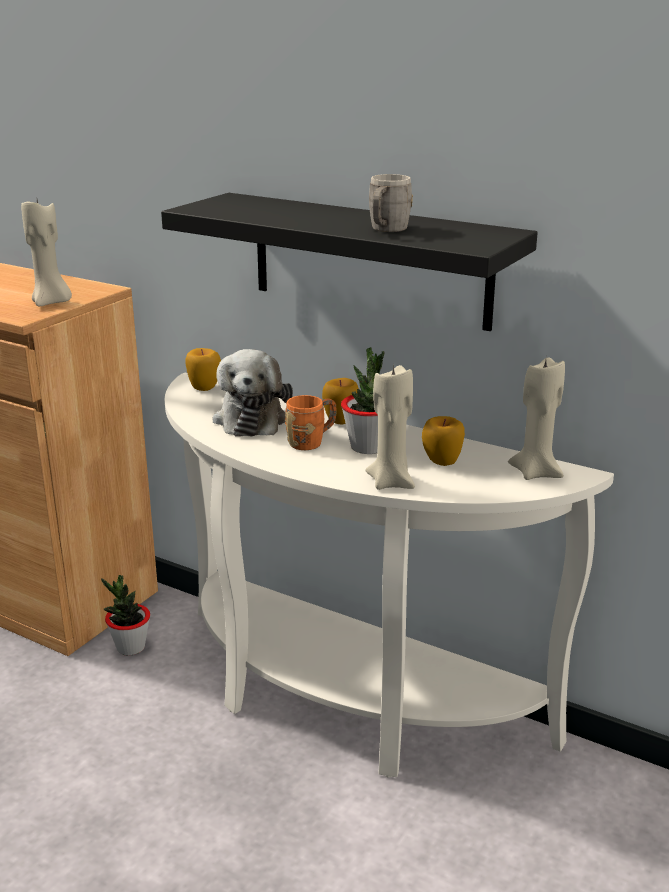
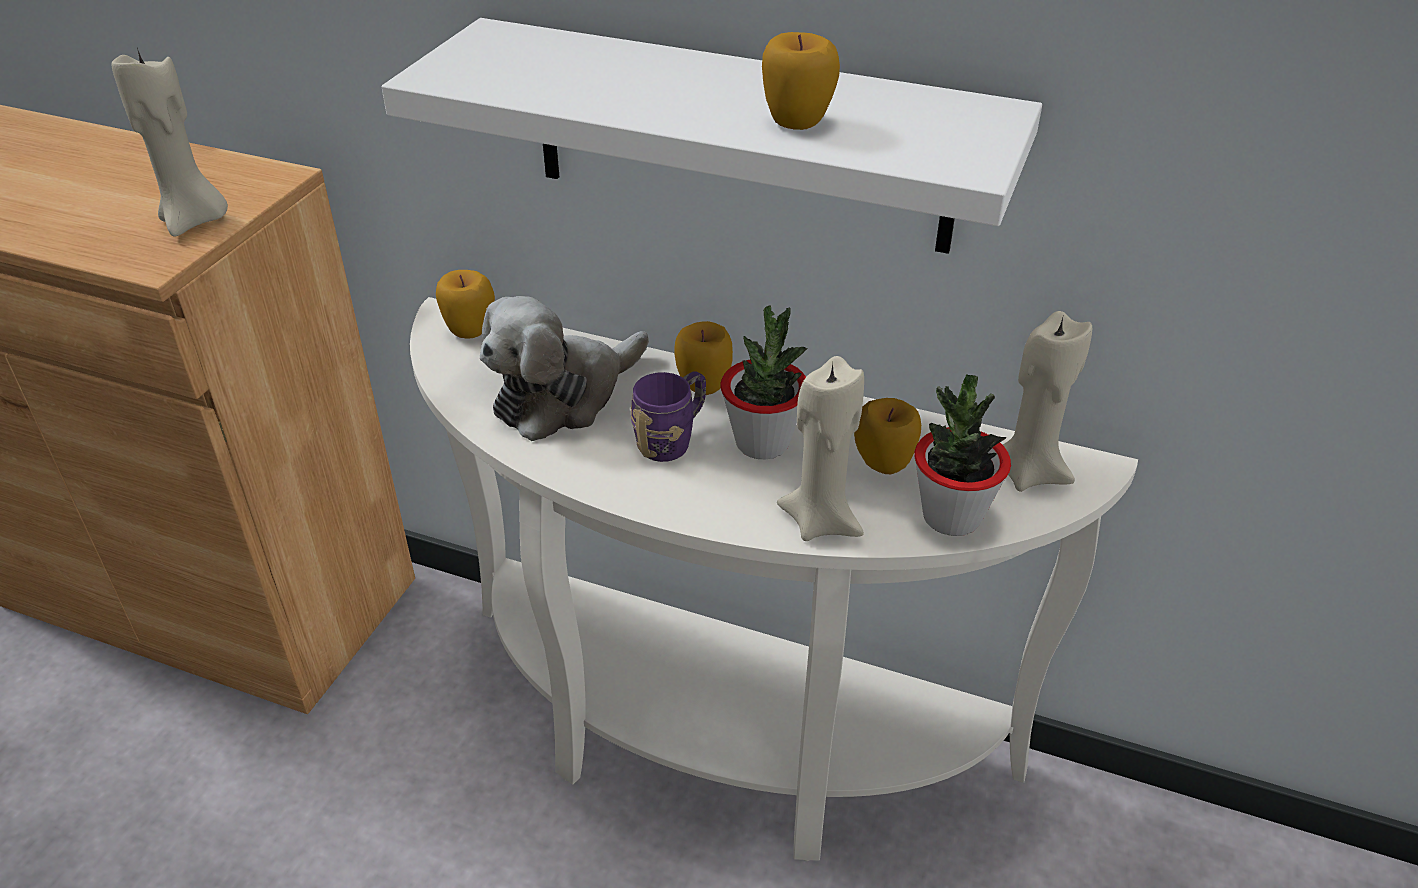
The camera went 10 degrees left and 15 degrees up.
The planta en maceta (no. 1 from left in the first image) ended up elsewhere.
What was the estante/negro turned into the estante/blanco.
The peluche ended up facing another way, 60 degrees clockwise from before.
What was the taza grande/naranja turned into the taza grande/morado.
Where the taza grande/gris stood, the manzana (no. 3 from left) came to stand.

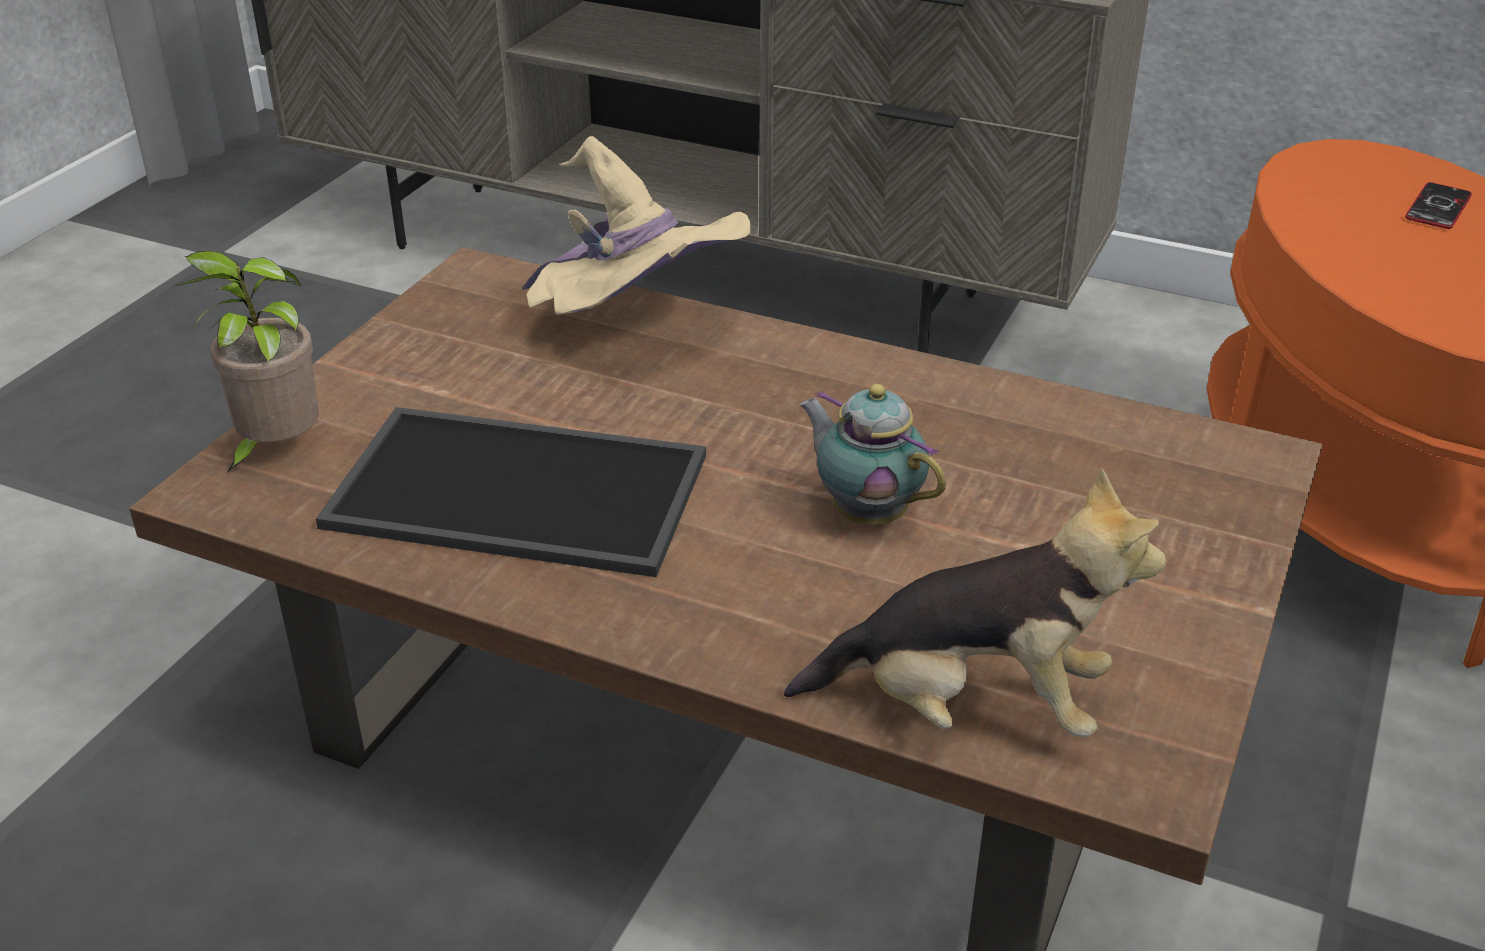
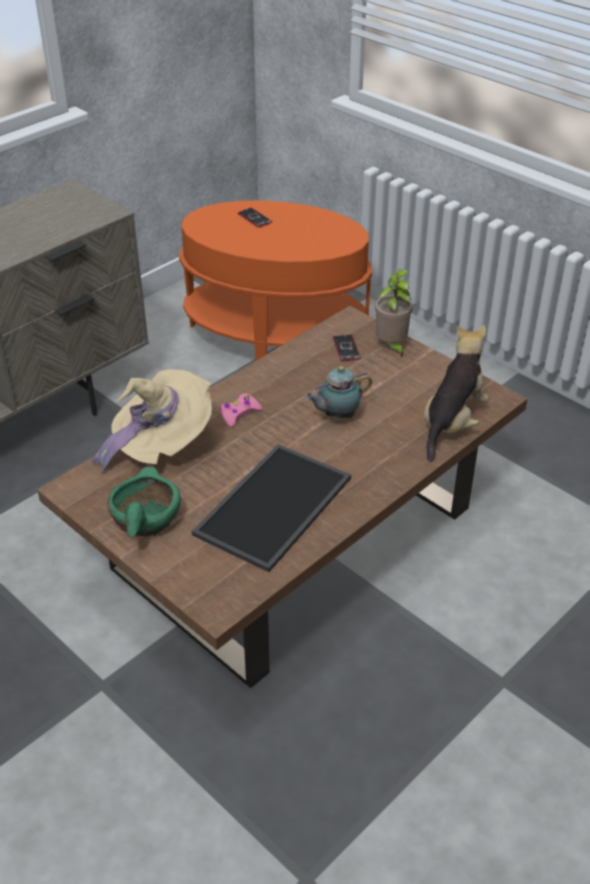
The camera went 70 degrees left and 5 degrees up.
The planta en maceta ended up elsewhere.
The second view gained the cuenco/verde.
The second view gained the mando de consola/rosa.
The second view gained the móvil (no. 2 from left).

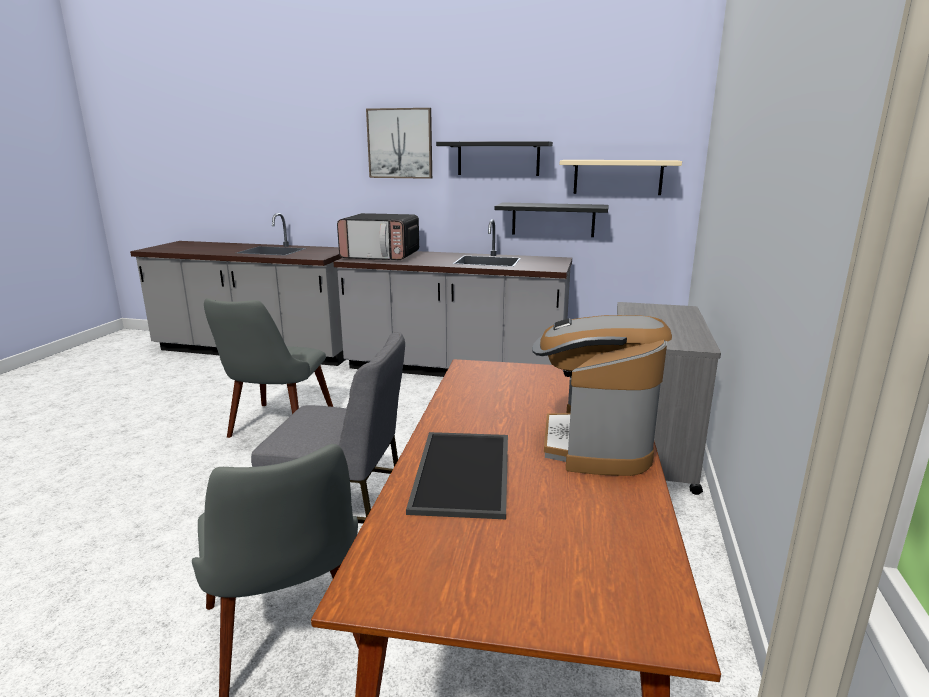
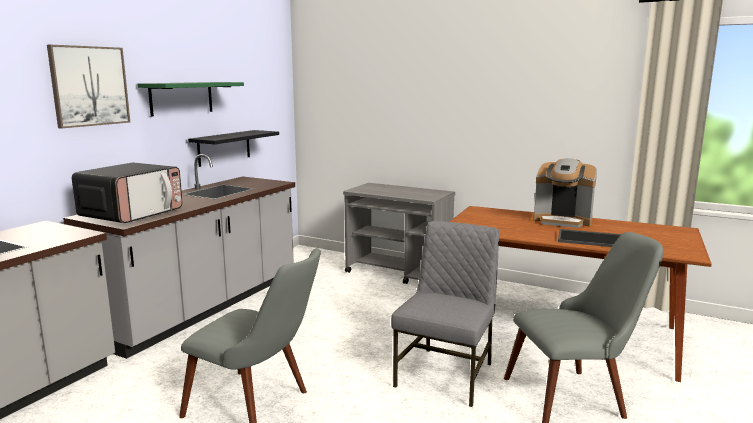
The camera went 75 degrees left and 5 degrees down.
What was the estante/negro (no. 1 from left) turned into the estante/verde.
The second view lost the estante/beis.

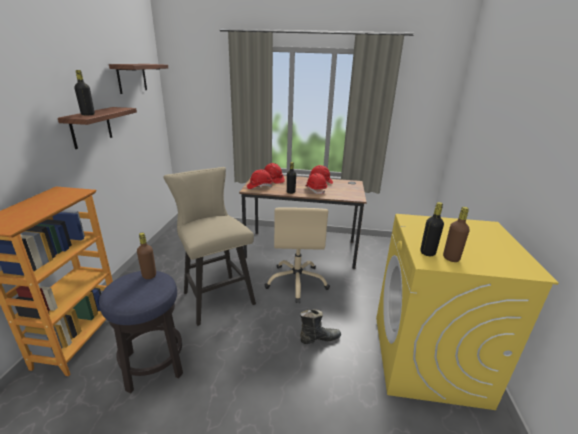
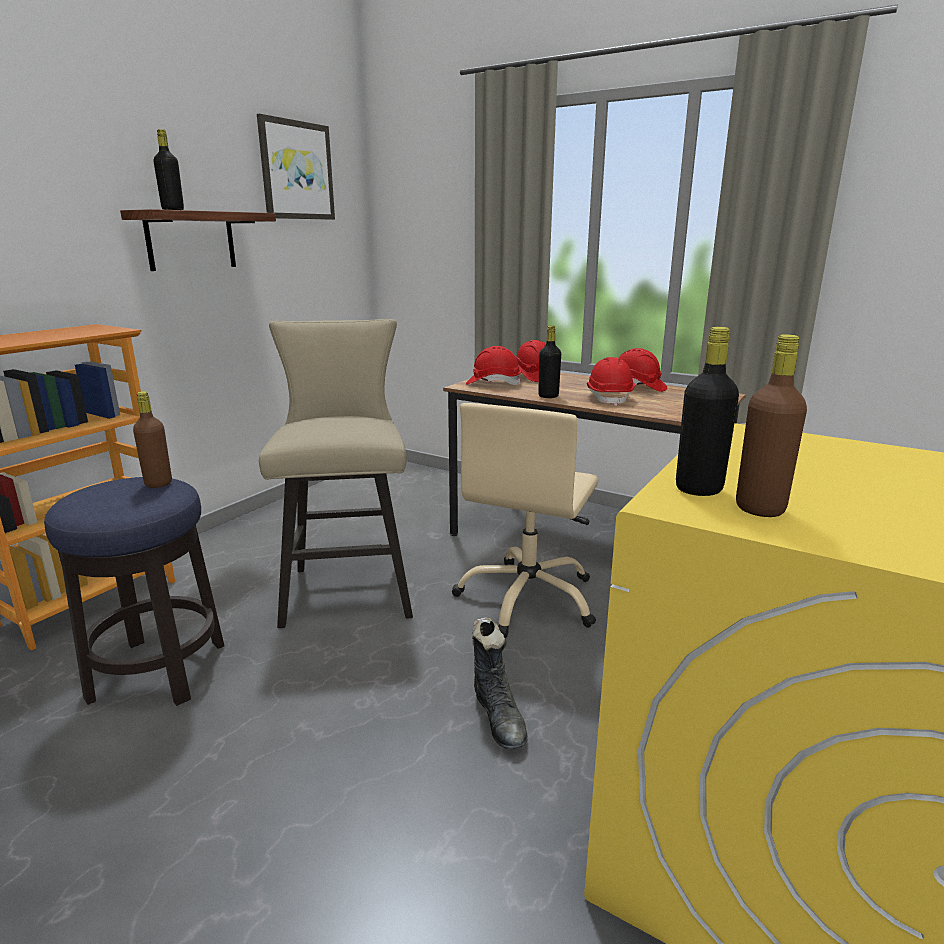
The camera went 25 degrees right and 5 degrees down.
Where the estante (no. 2 from left) hung, the cuadro came to hang.
The bota/negro ended up facing another way, 60 degrees clockwise from before.

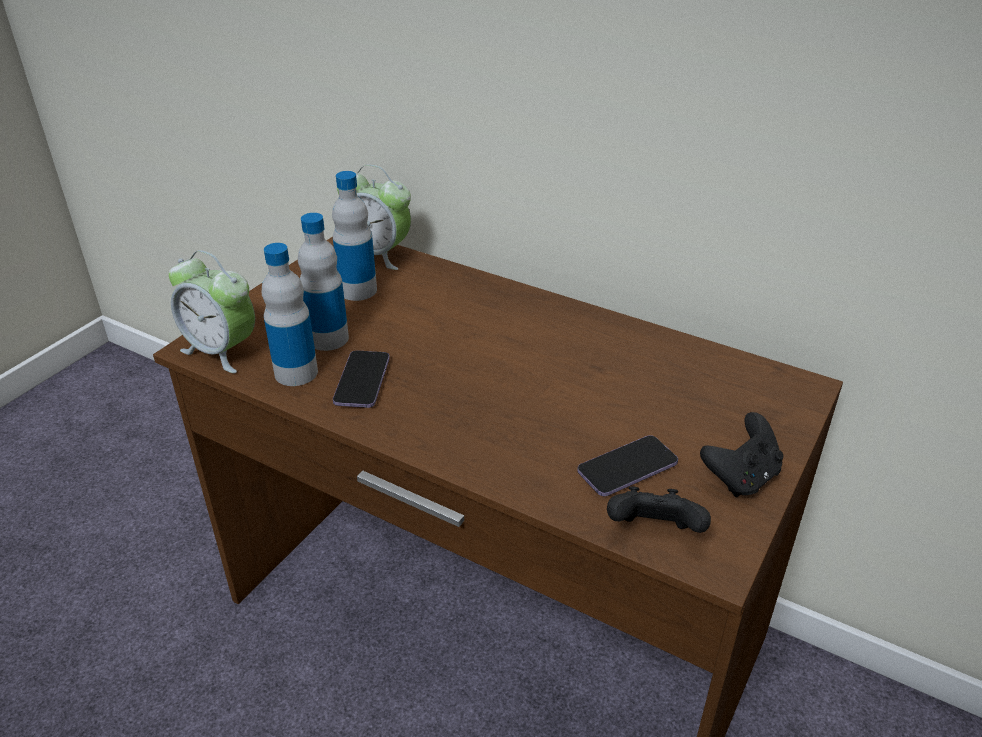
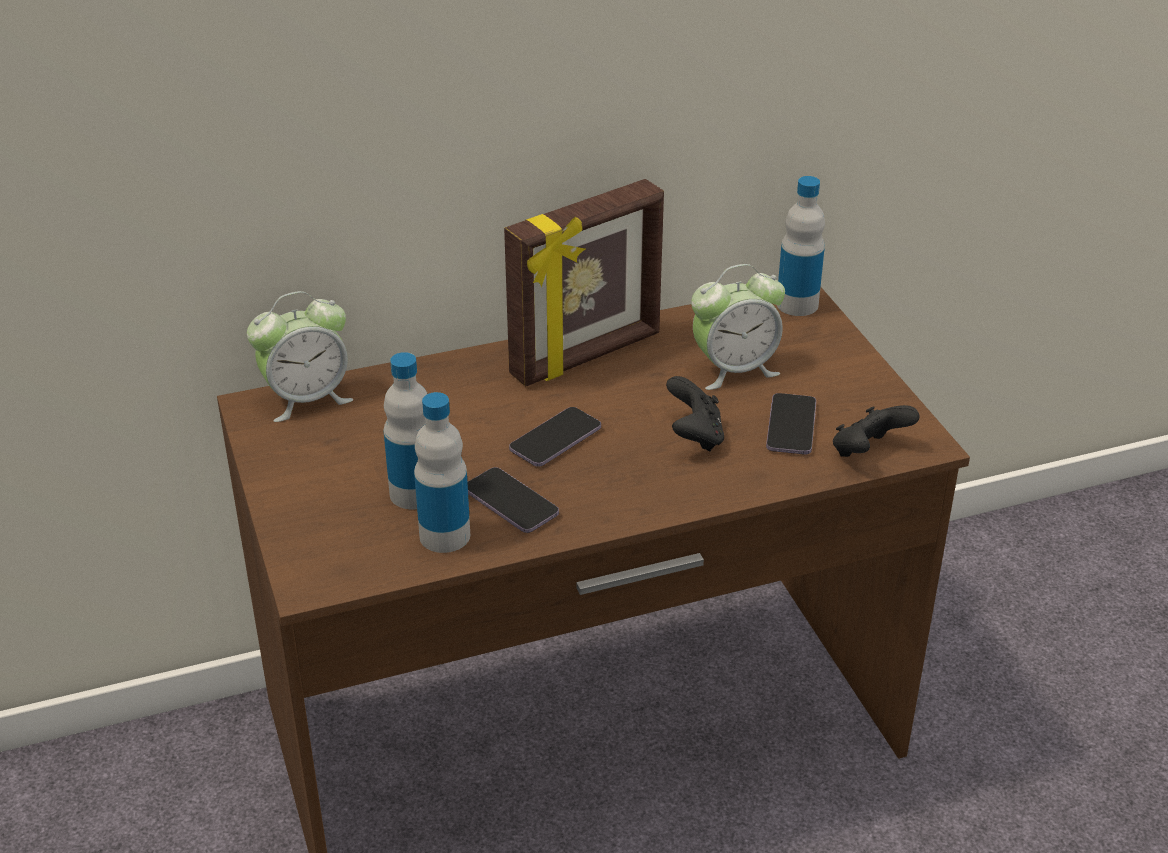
The camera went 50 degrees left and 0 degrees up.
The despertador (no. 1 from left in the first image) ended up elsewhere.
The botella (no. 3 from left) ended up elsewhere.
The mando de consola/negro (no. 2 from left in the first image) ended up elsewhere.
The second view gained the portarretratos.
The second view gained the móvil (no. 2 from left).

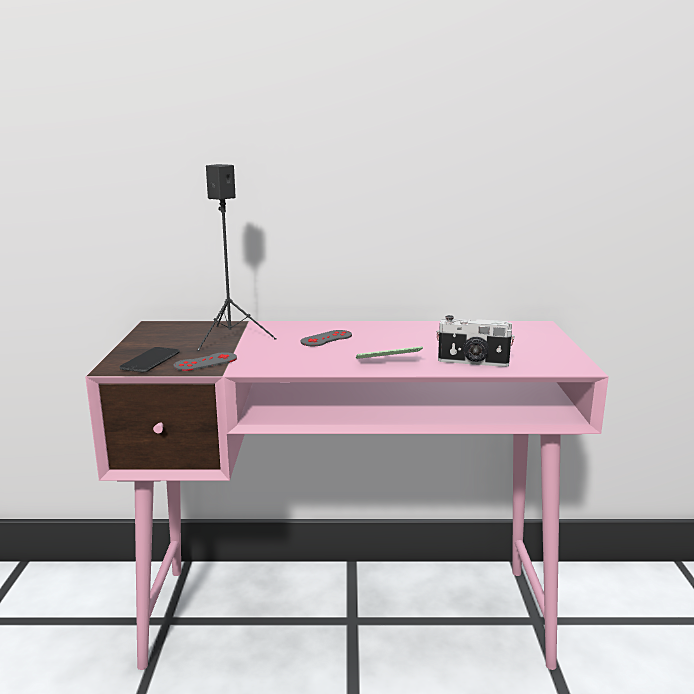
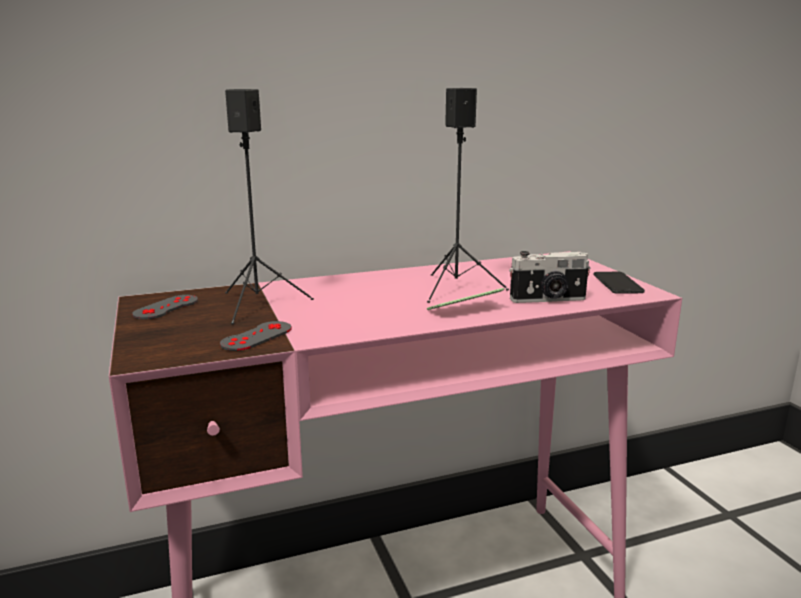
The camera went 20 degrees left and 0 degrees up.
The móvil (no. 1 from left in the first image) ended up elsewhere.
The mando de consola/gris (no. 2 from left in the first image) ended up elsewhere.
The second view gained the altavoz/negro (no. 2 from left).

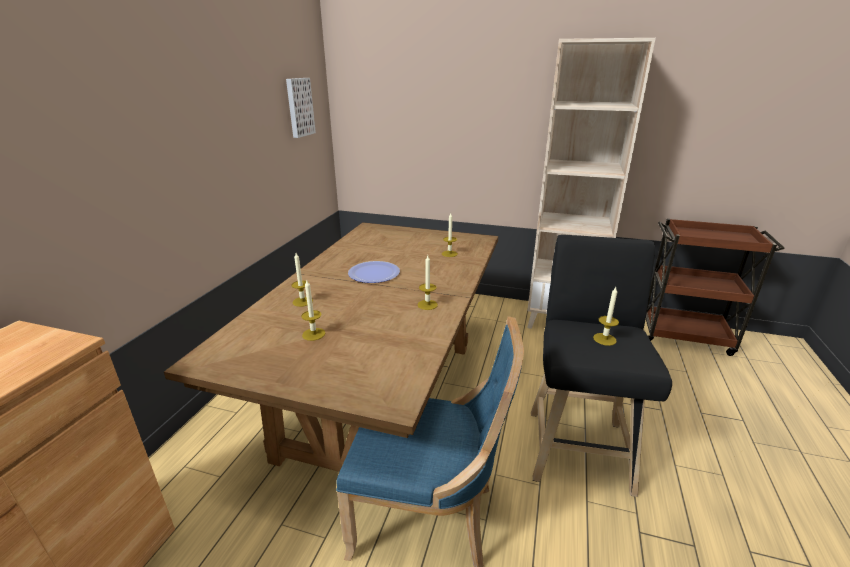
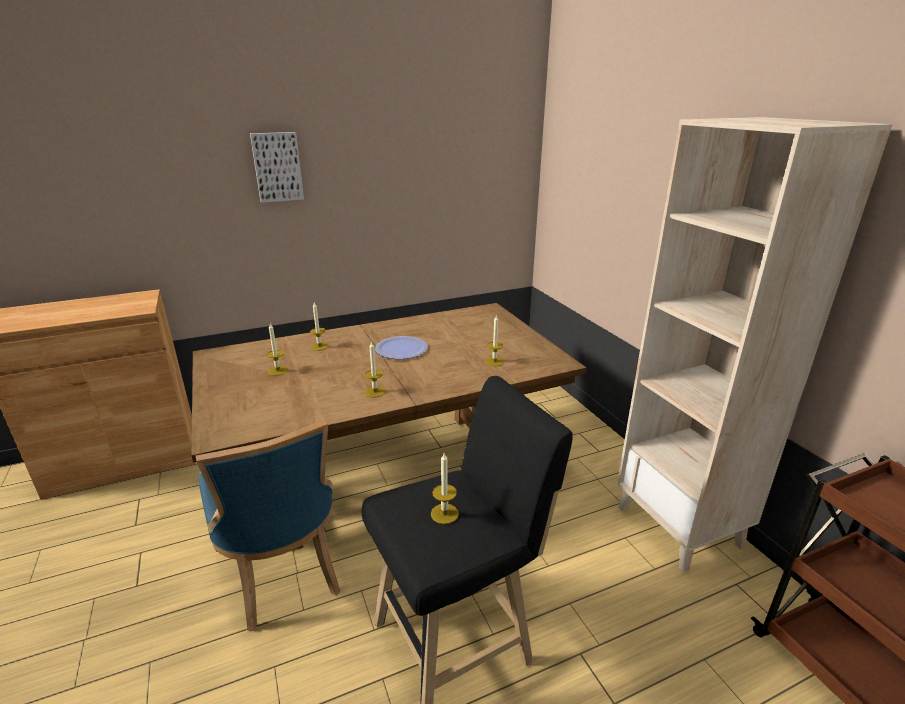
The camera went 50 degrees right and 0 degrees up.
The cuadro ended up elsewhere.

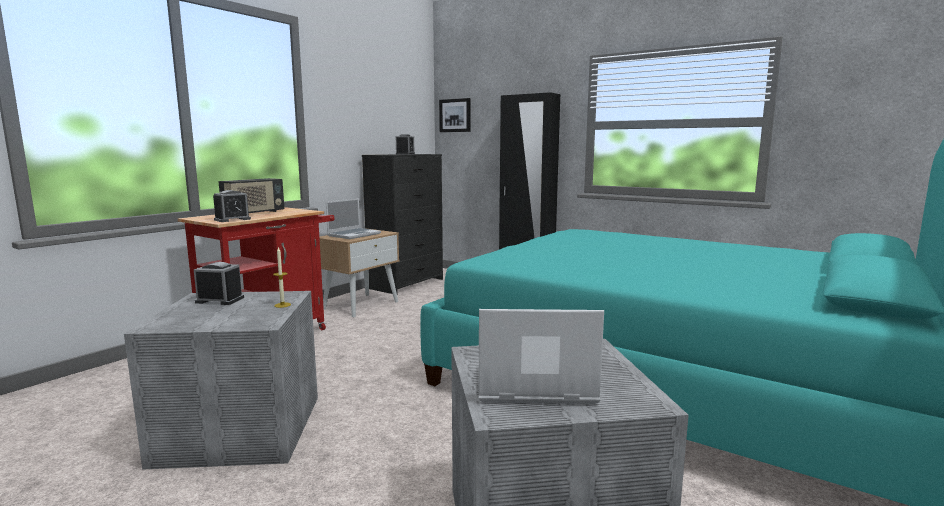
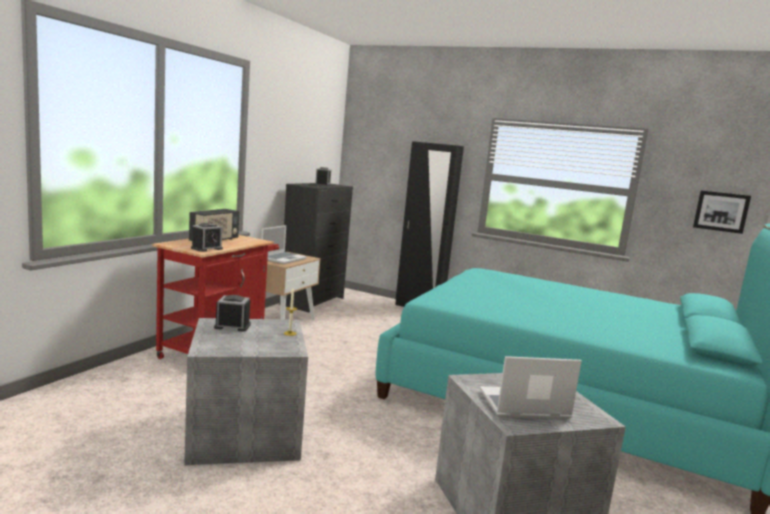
The camera went 10 degrees left and 0 degrees up.
The cuadro ended up elsewhere.

